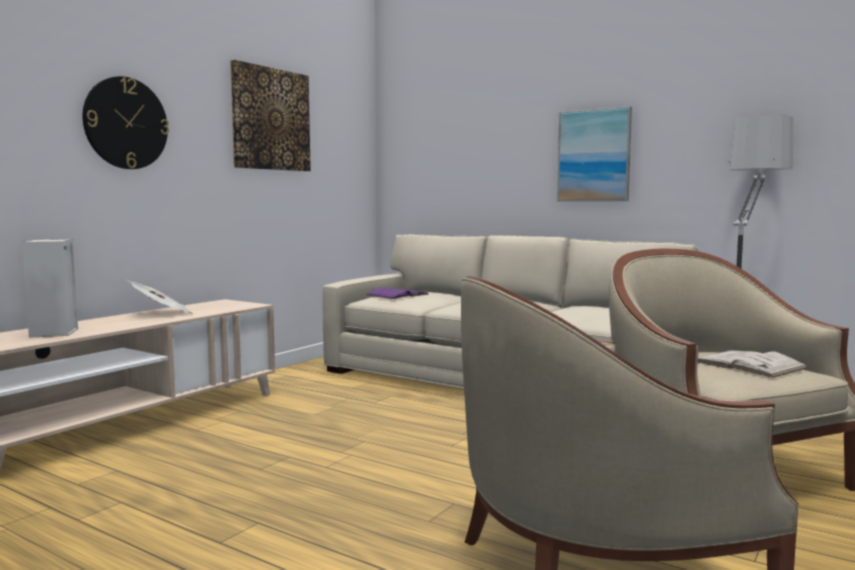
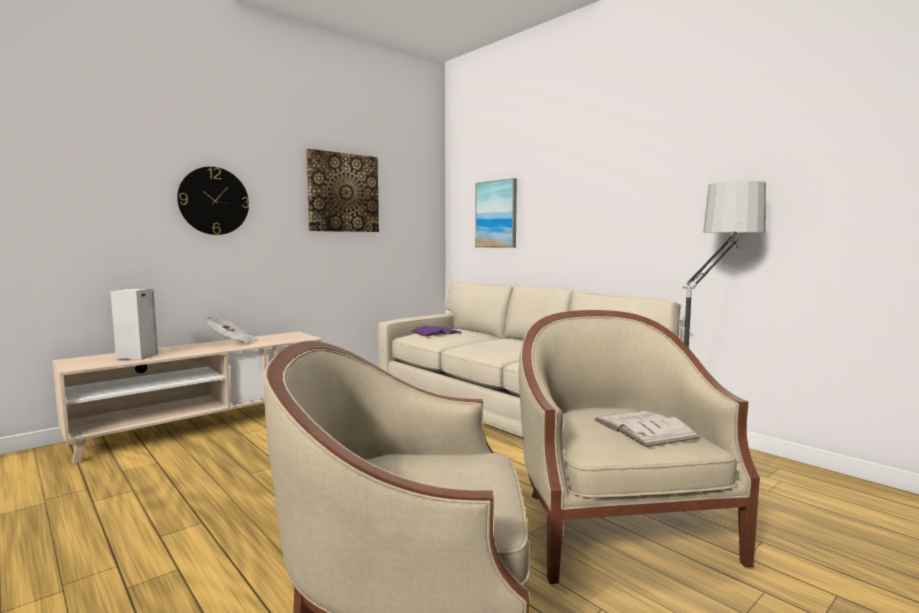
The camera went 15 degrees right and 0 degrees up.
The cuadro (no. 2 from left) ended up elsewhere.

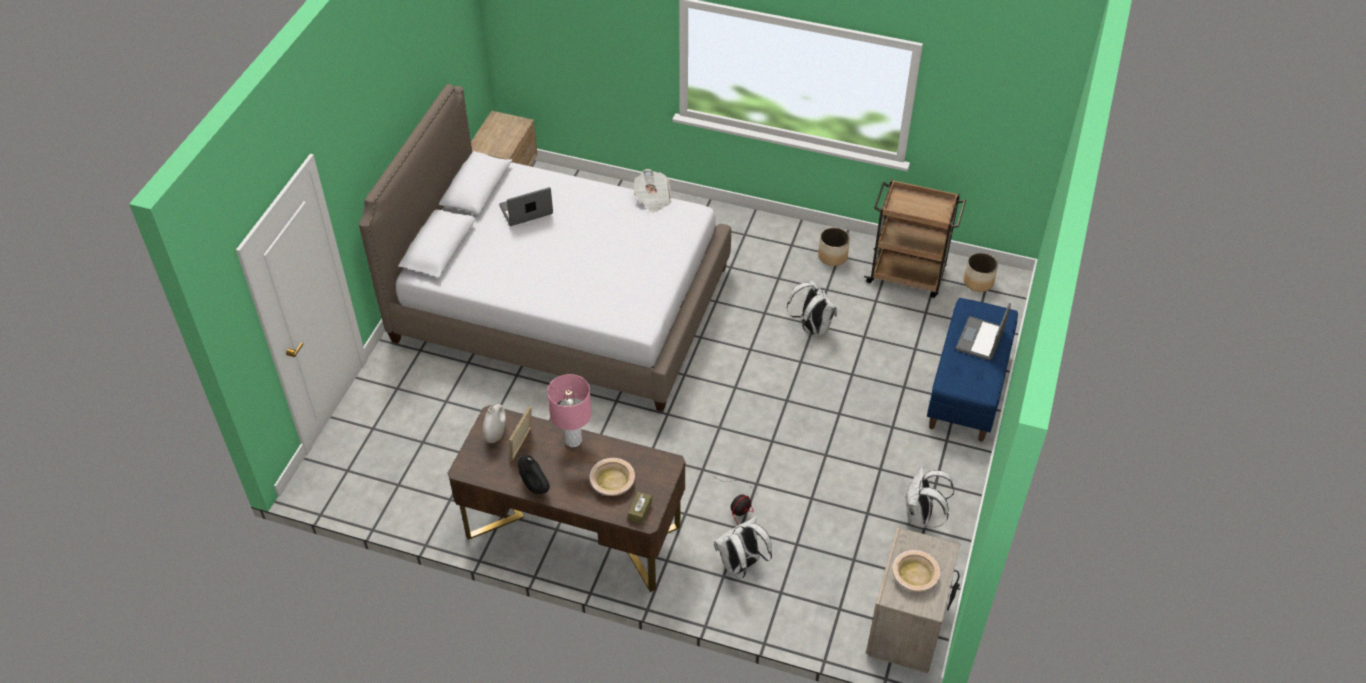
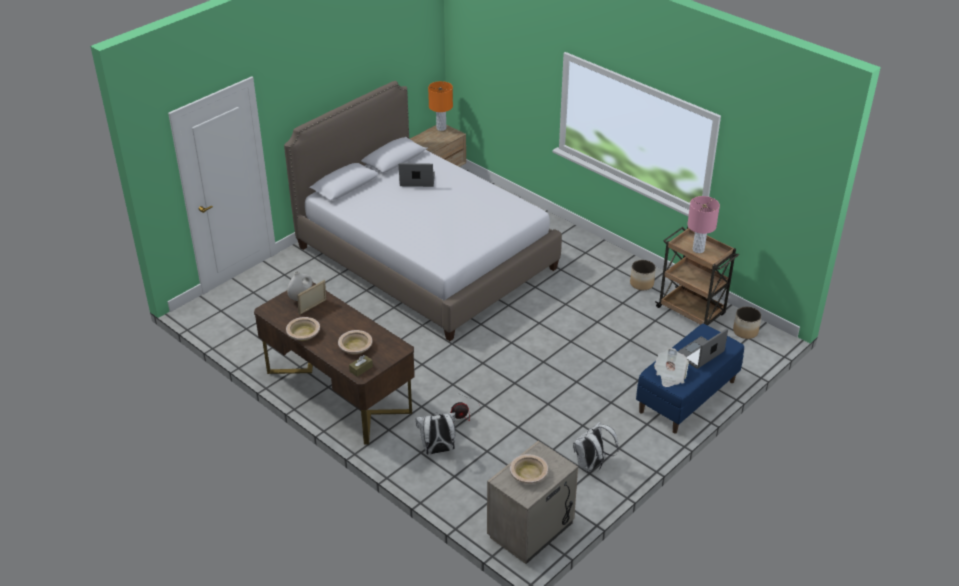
The camera went 25 degrees right and 10 degrees down.
Where the florero/negro stood, the cuenco/beis (no. 1 from left) came to stand.
The lámpara de mesa/rosa ended up elsewhere.
The periódico ended up elsewhere.
The second view lost the mochila/blanco (no. 2 from left).
The second view gained the lámpara de mesa/naranja.

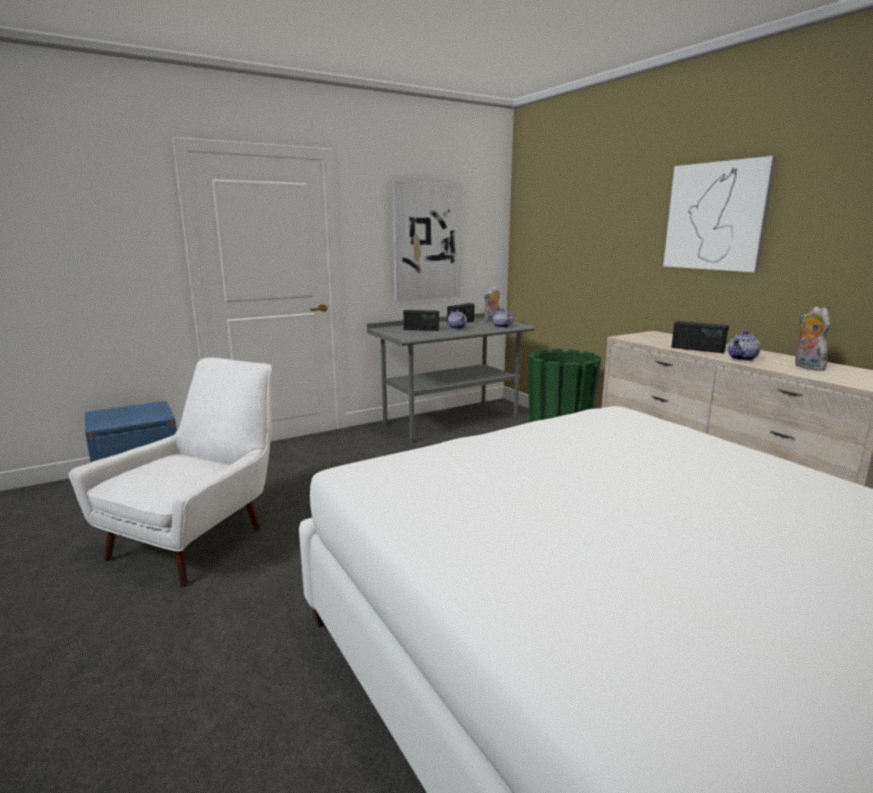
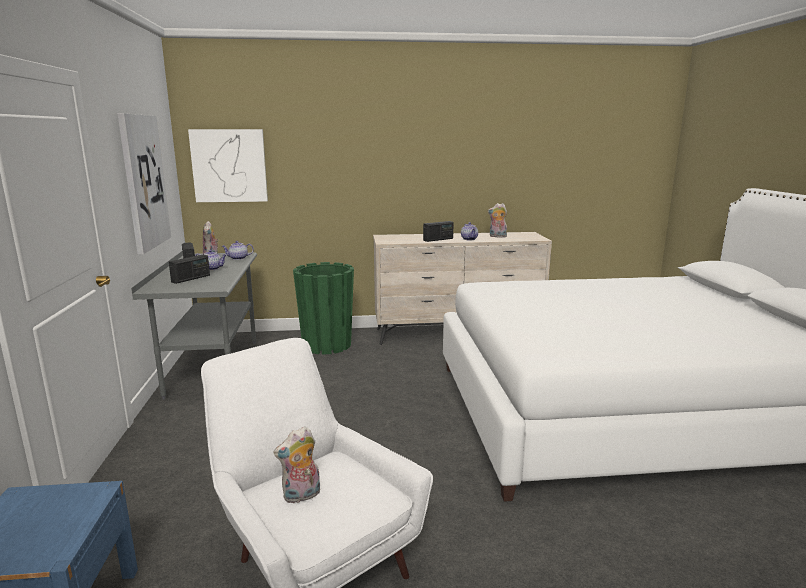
The camera went 65 degrees left and 0 degrees up.
The cuadro (no. 2 from left) ended up elsewhere.
The second view gained the peluche (no. 2 from left).

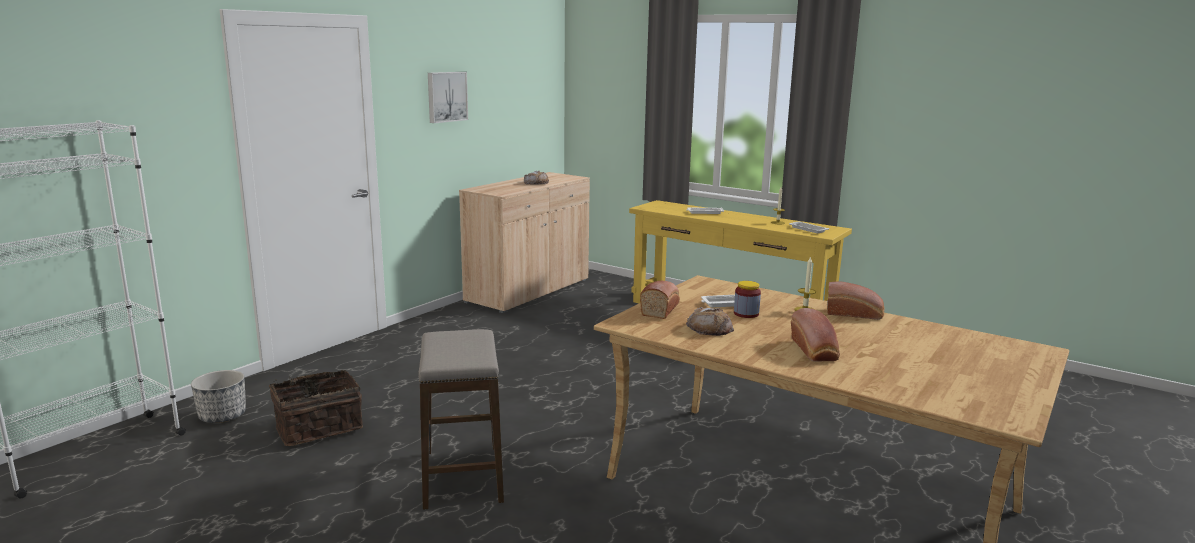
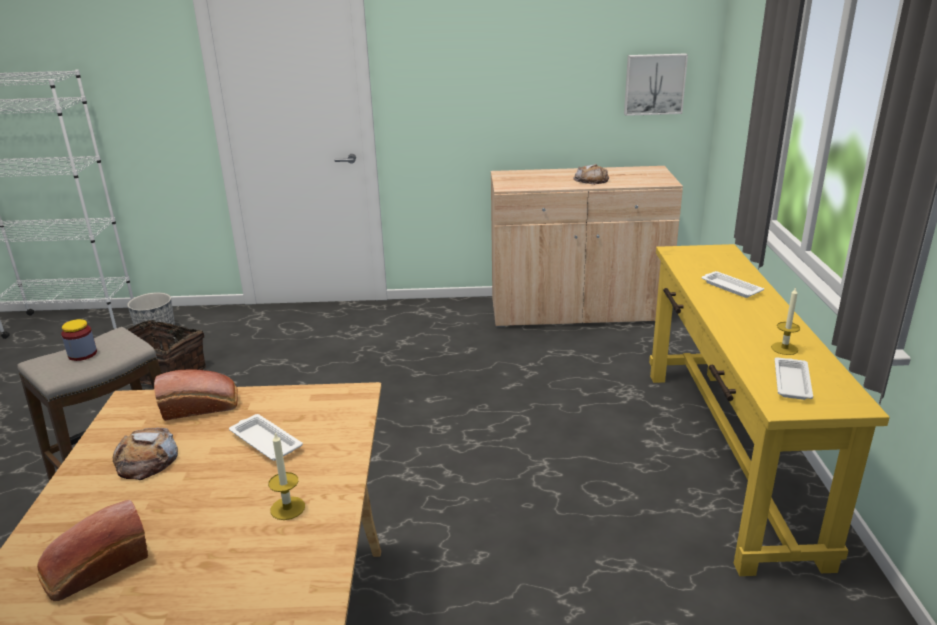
The camera went 55 degrees right and 10 degrees up.
The cuadro ended up elsewhere.
The tarro ended up elsewhere.
The second view lost the pan (no. 5 from left).

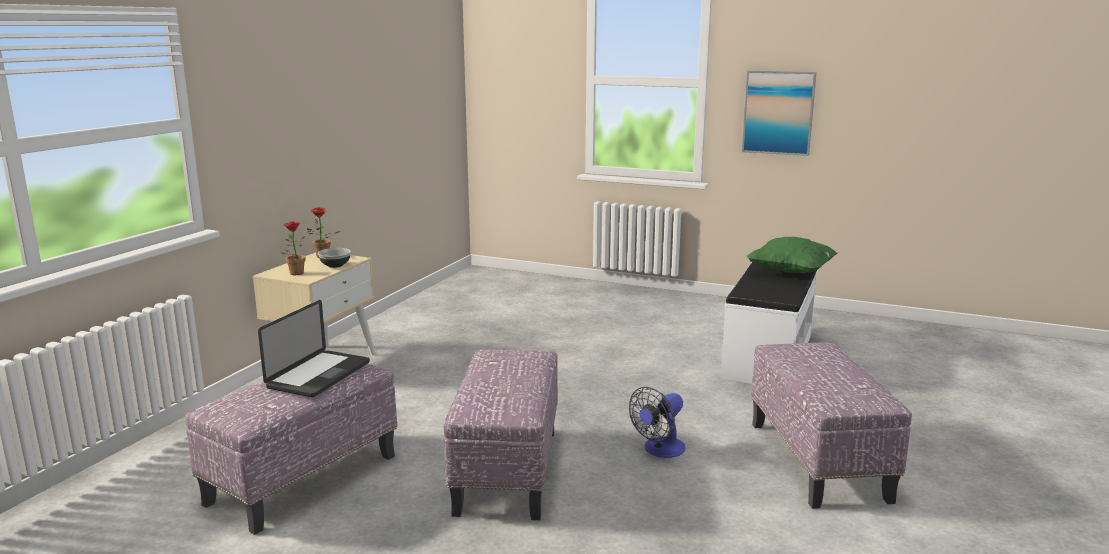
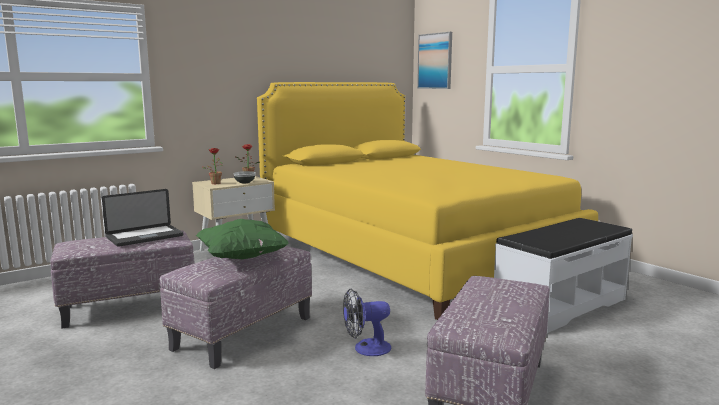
The camera went 30 degrees right and 5 degrees down.
The cuadro ended up elsewhere.
The cojín/verde ended up elsewhere.
The second view gained the cama/amarillo.

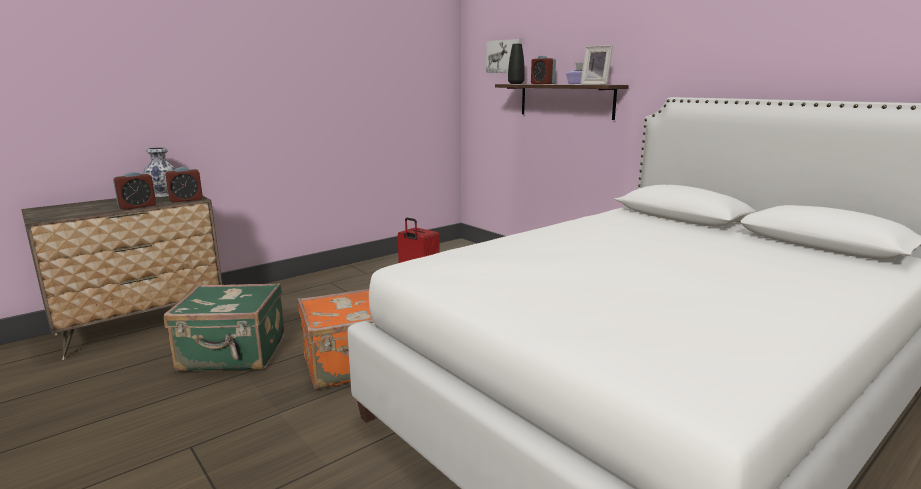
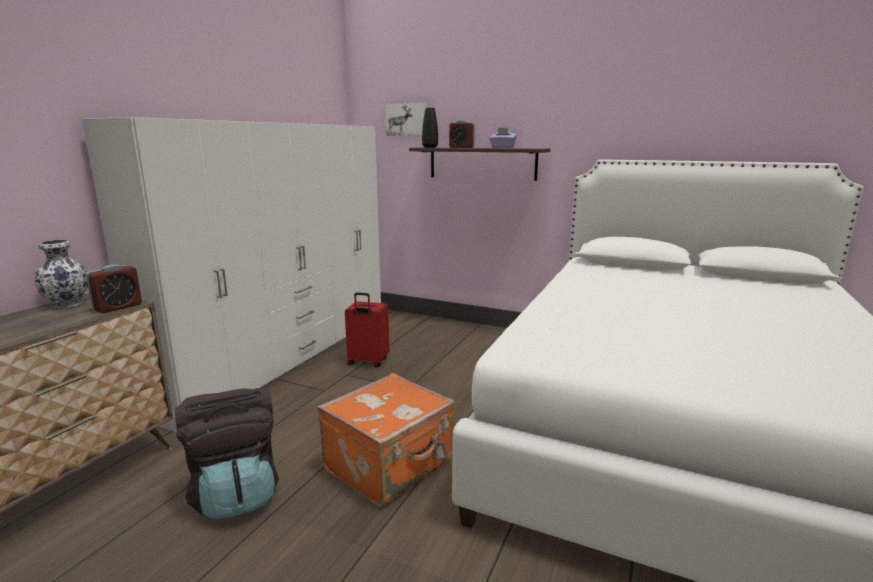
The camera went 25 degrees left and 0 degrees up.
The second view lost the despertador (no. 1 from left).
Where the maleta/verde stood, the mochila/negro came to stand.
The second view lost the portarretratos.
The second view gained the armario ropero/blanco.

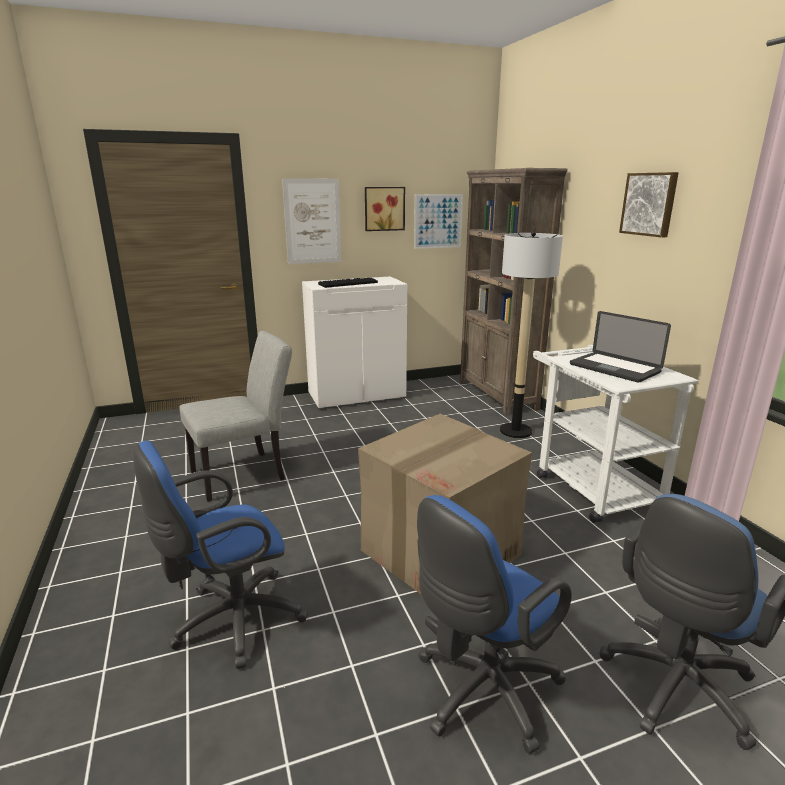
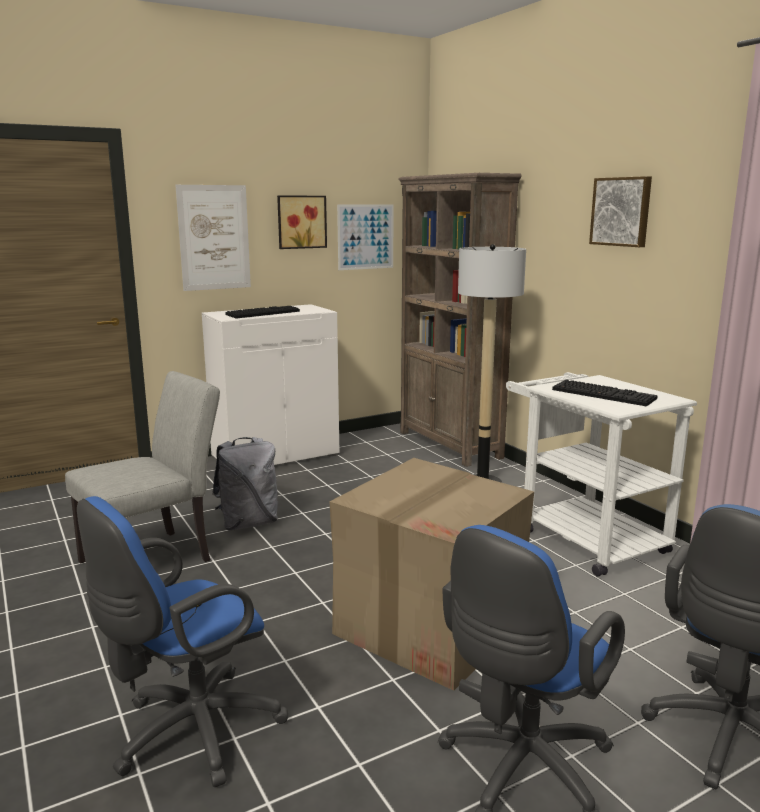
The camera went 10 degrees left and 5 degrees down.
Where the portátil stood, the teclado (no. 2 from left) came to stand.
The second view gained the mochila/gris.

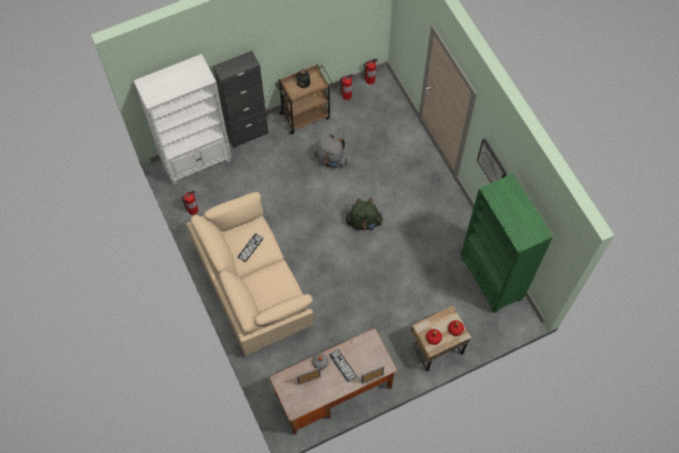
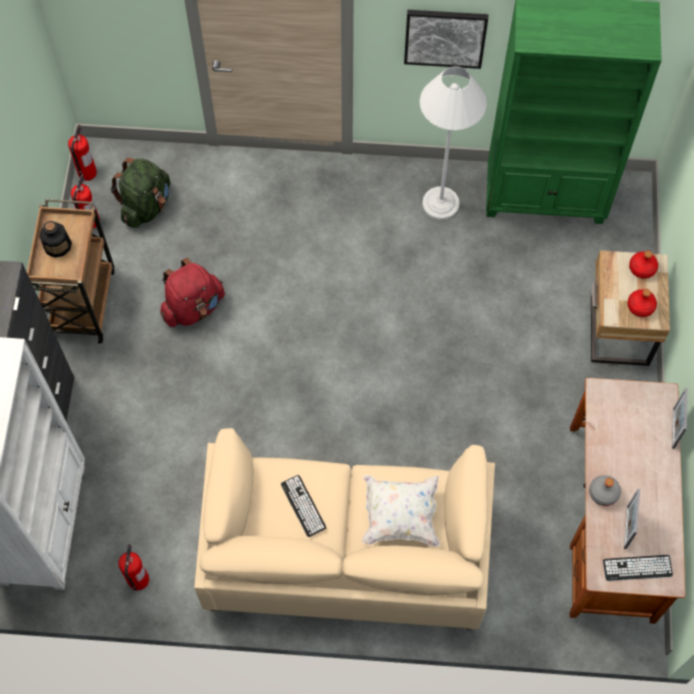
The camera went 60 degrees left and 0 degrees up.
What was the mochila/gris turned into the mochila/rojo.
The teclado (no. 2 from left) ended up elsewhere.
The mochila/verde ended up elsewhere.
The second view gained the cojín/blanco.
The second view gained the lámpara de pie/blanco.

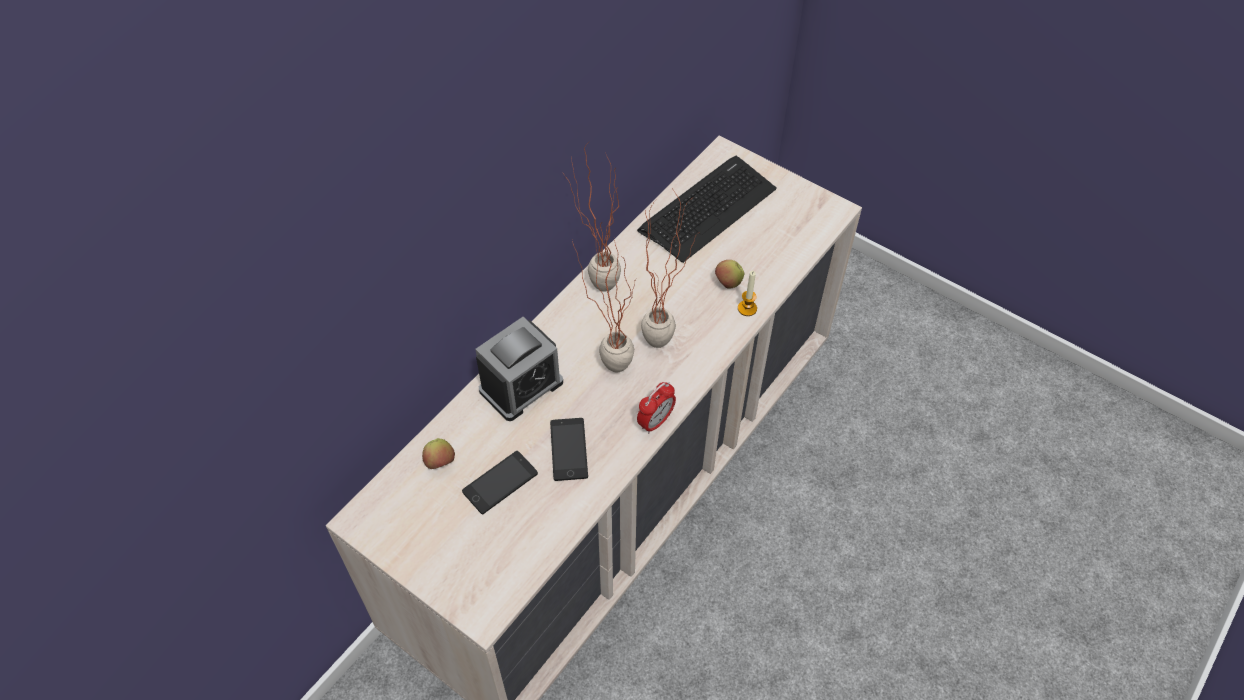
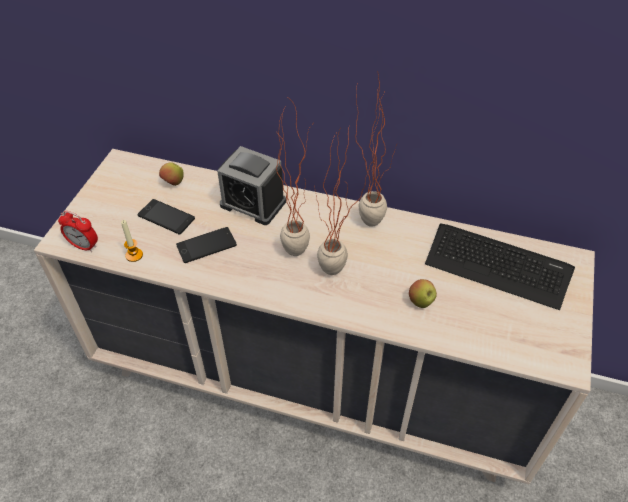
The camera went 70 degrees right and 5 degrees down.
The despertador (no. 2 from left in the first image) ended up elsewhere.
The vela ended up elsewhere.

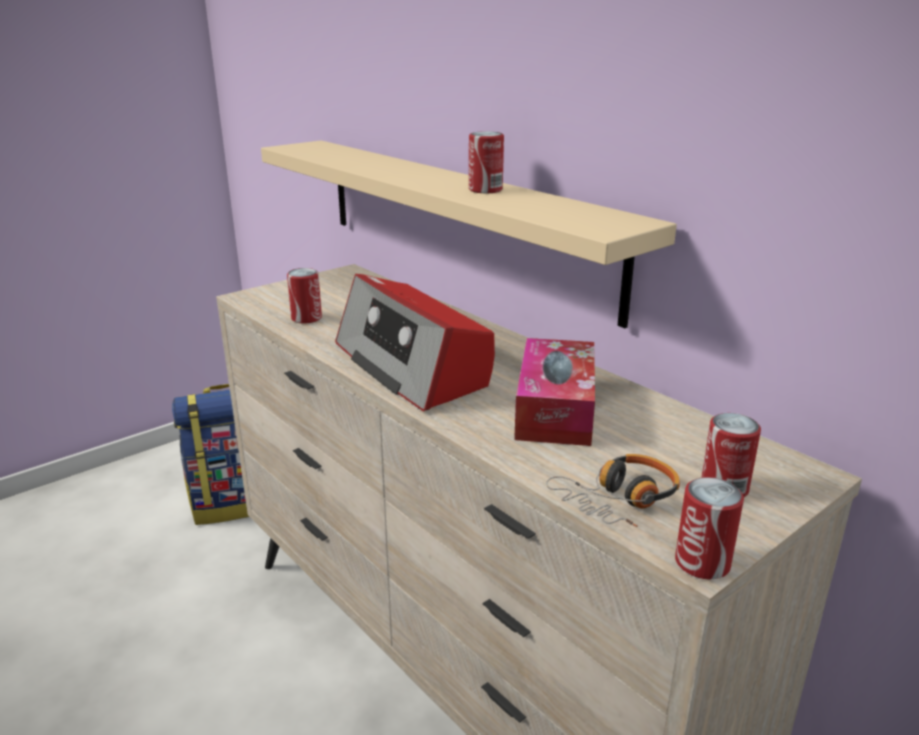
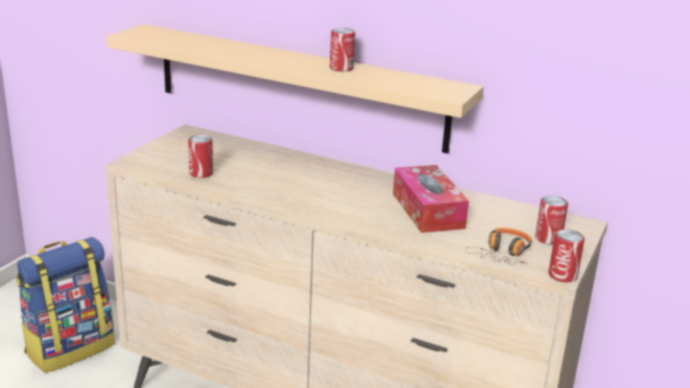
The camera went 25 degrees left and 0 degrees up.
The second view lost the radio.

